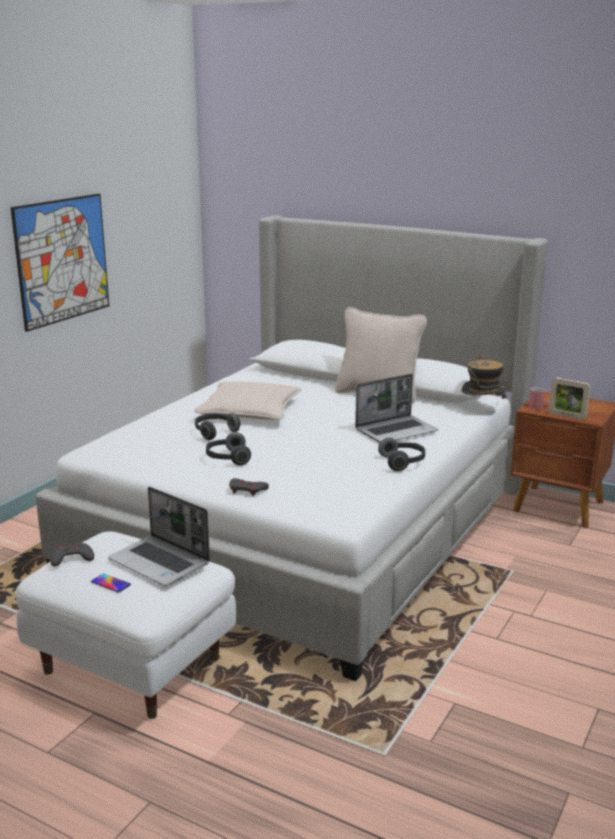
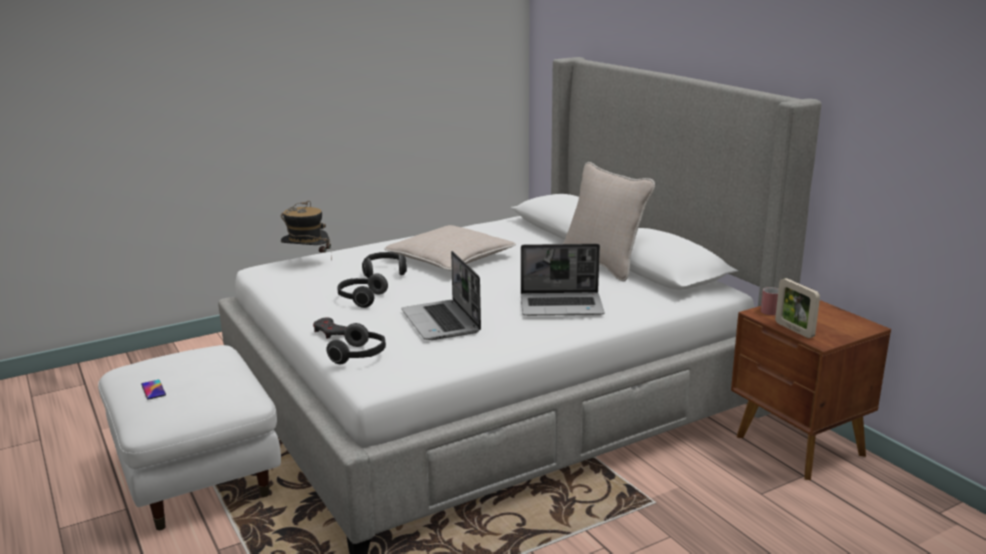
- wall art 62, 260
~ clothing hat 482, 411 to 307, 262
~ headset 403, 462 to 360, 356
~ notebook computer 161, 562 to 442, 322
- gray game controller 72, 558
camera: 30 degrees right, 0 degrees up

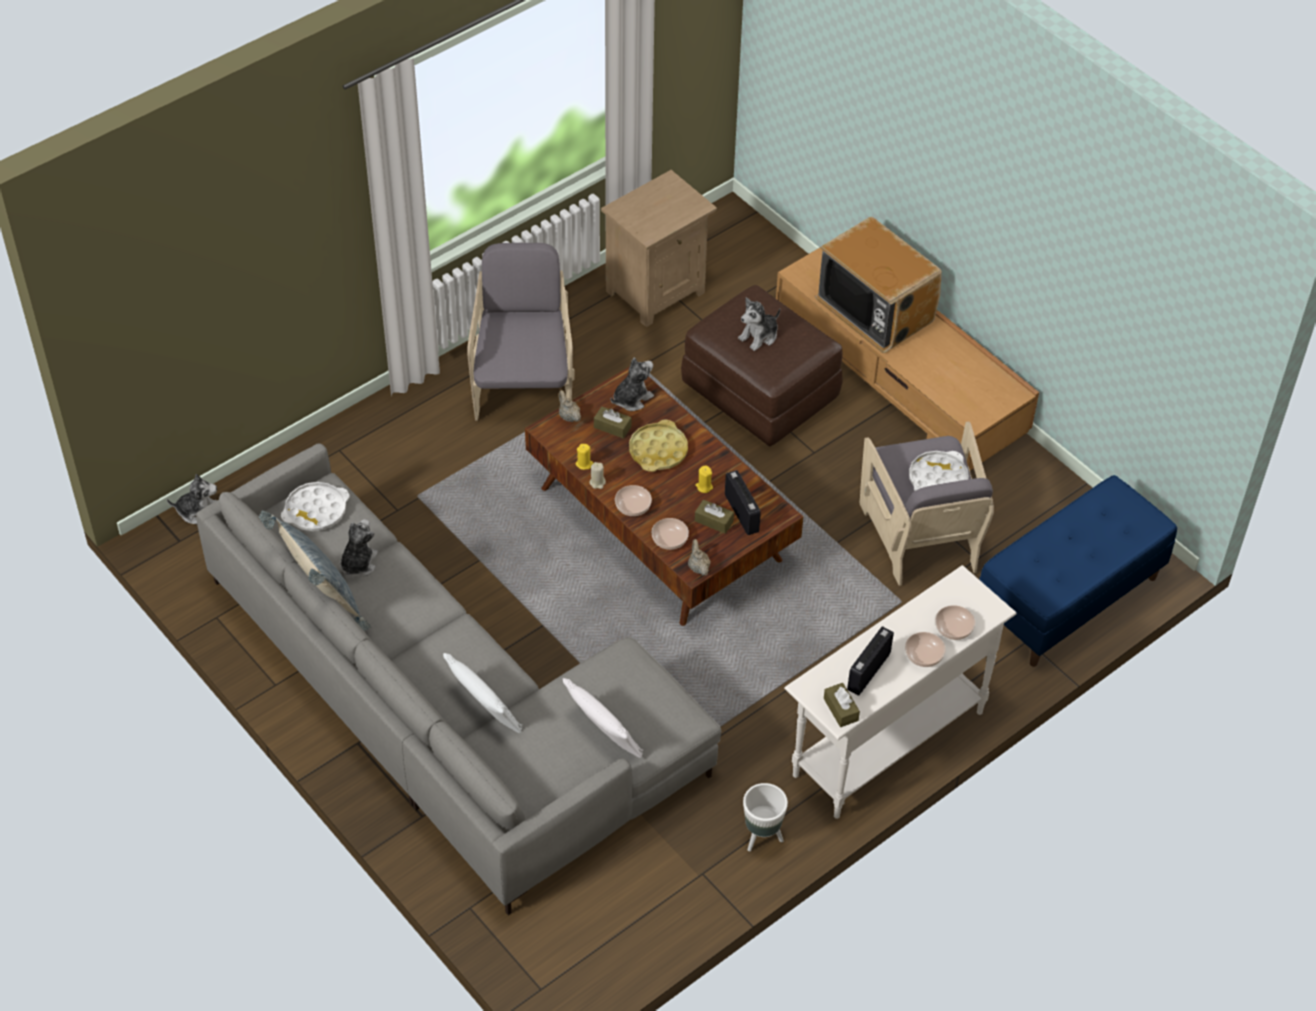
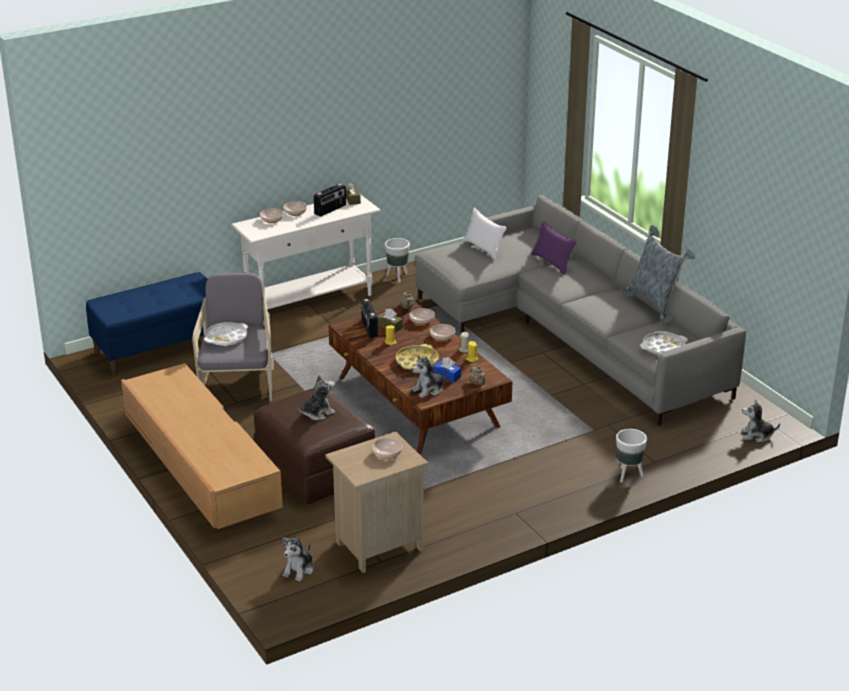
- television 875, 309
- gray easy chair 523, 383
~ brownish tissue holder 612, 427 to blue tissue holder 447, 376
~ cuddly toy 358, 564 to 299, 570
~ white-coloured cushion 483, 709 to purple cushion 552, 263
+ white-coloured plant pot 628, 475
+ serving bowl 387, 454
camera: 170 degrees left, 20 degrees down

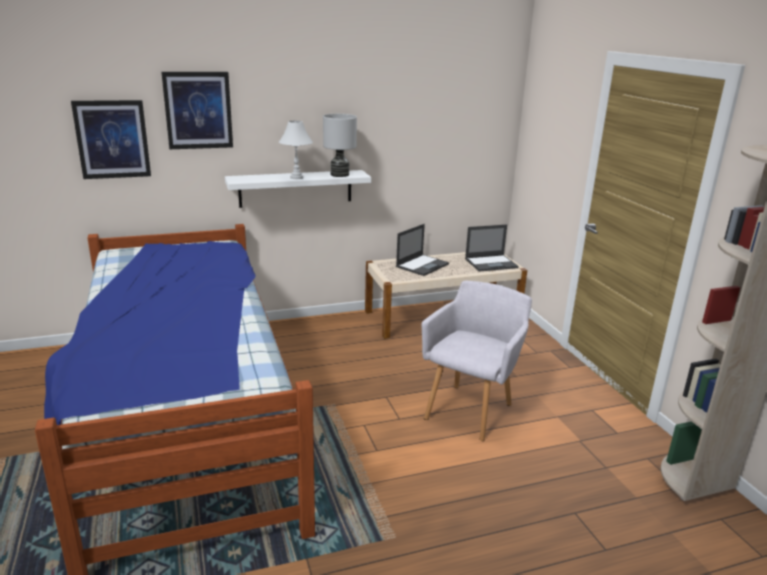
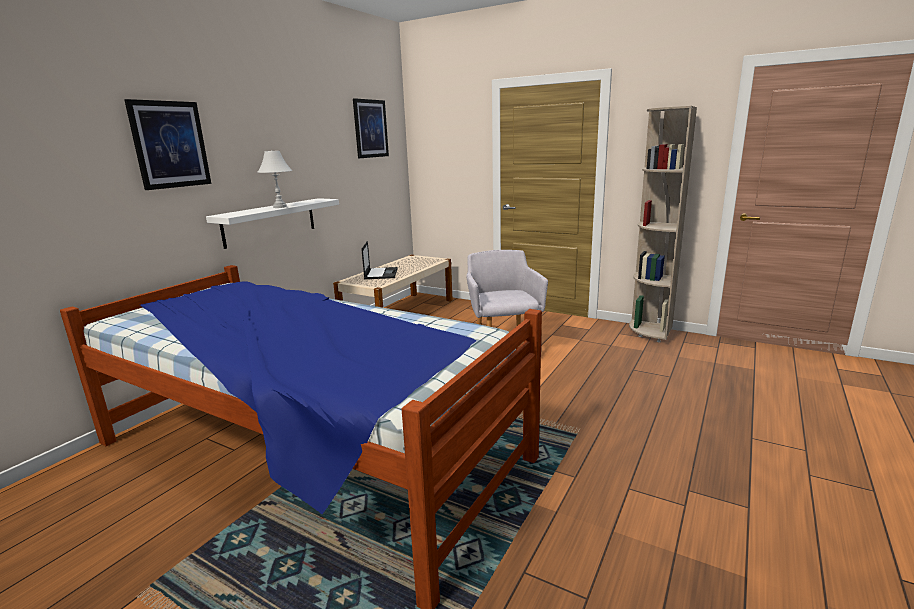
~ wall art 112, 139 to 370, 128
- gray table lamp 339, 175
- notebook computer 491, 263
camera: 40 degrees left, 5 degrees down

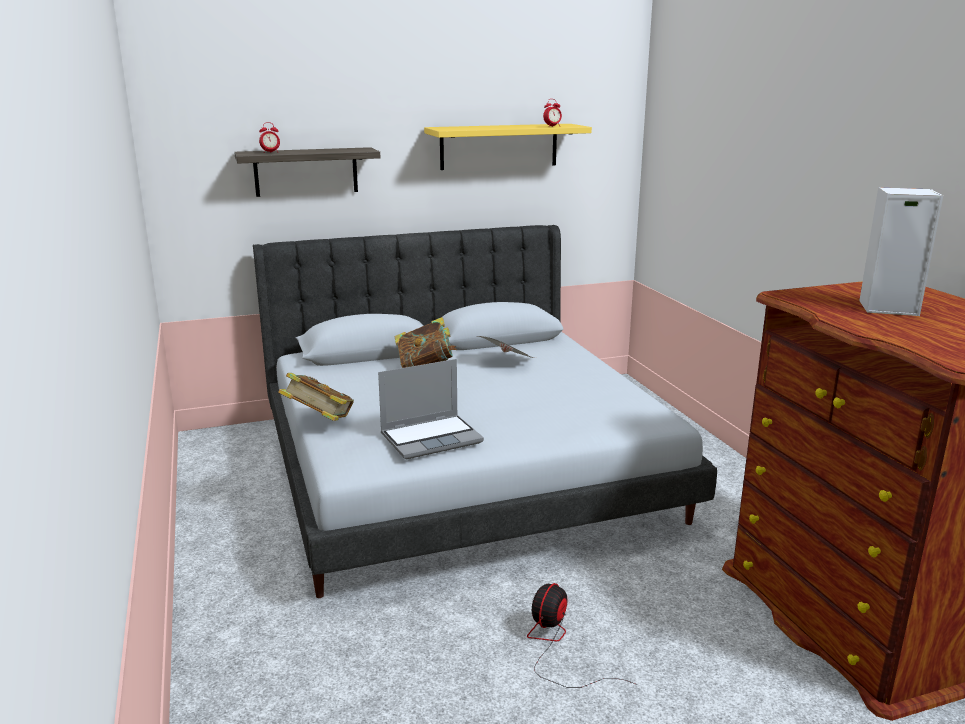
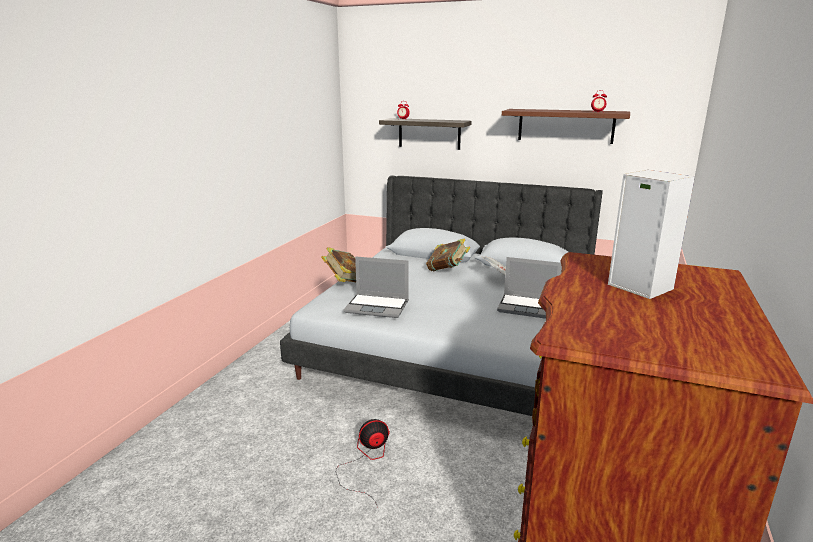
~ yellow shelf 499, 146 to brownish shelf 565, 126
+ notebook computer 529, 307
camera: 40 degrees right, 0 degrees up

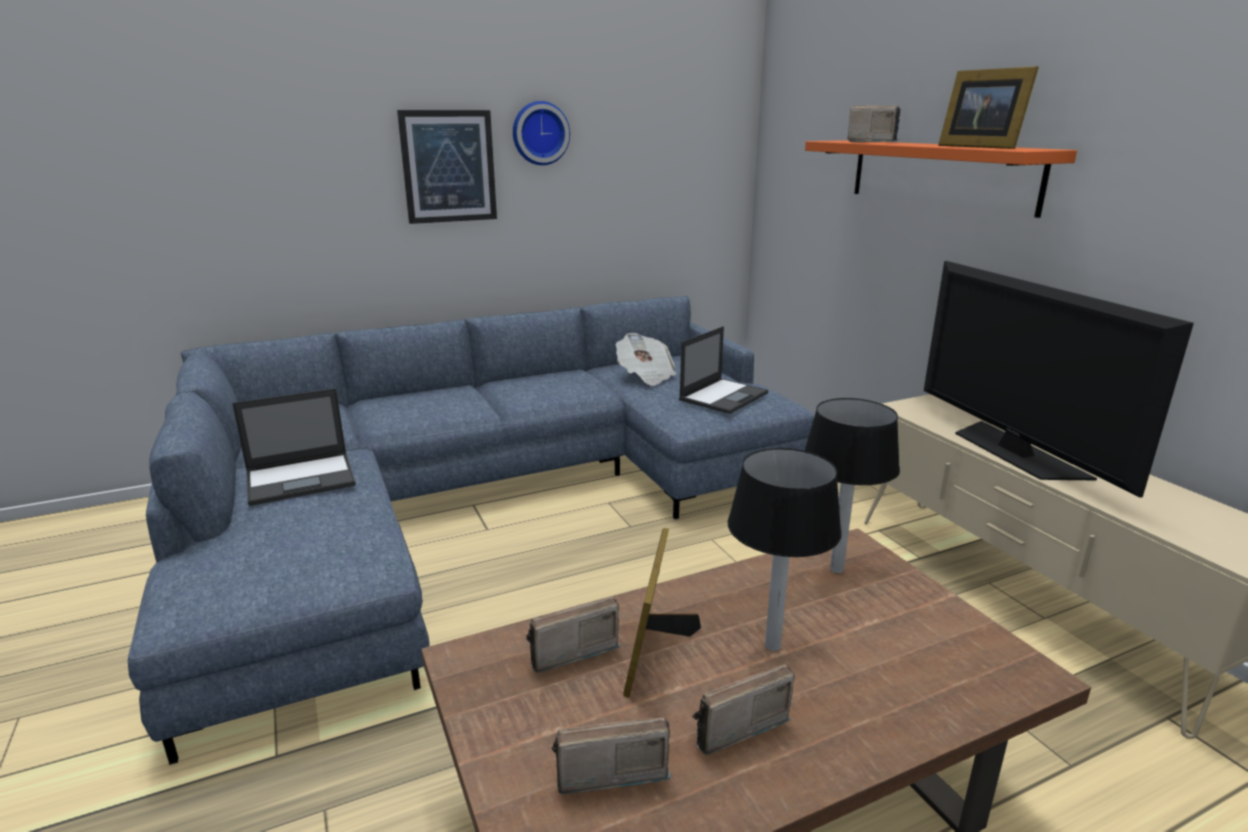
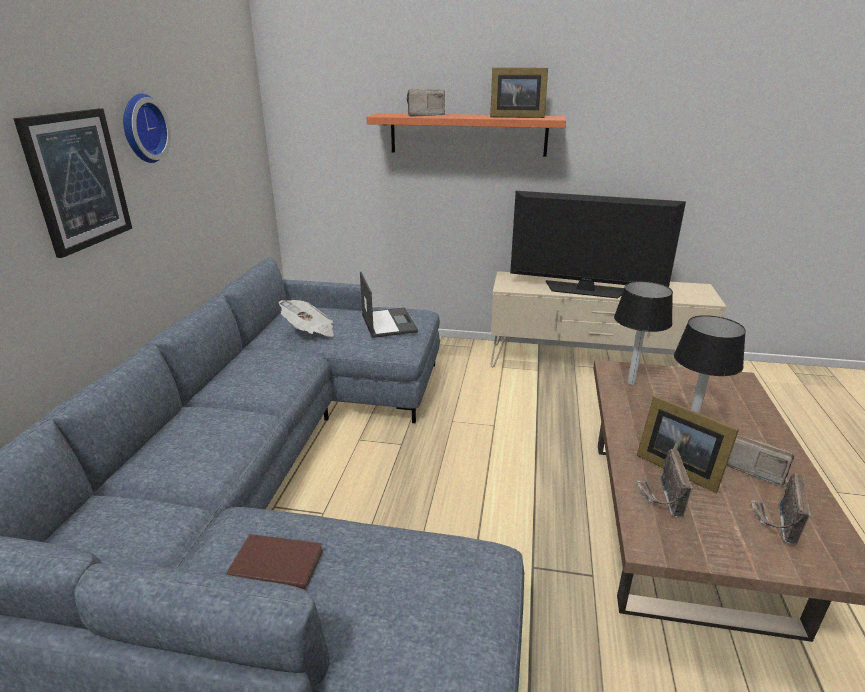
~ notebook computer 302, 478 to brownish book 276, 562
~ radio receiver 731, 725 = 752, 468 120 degrees clockwise
camera: 55 degrees left, 5 degrees up

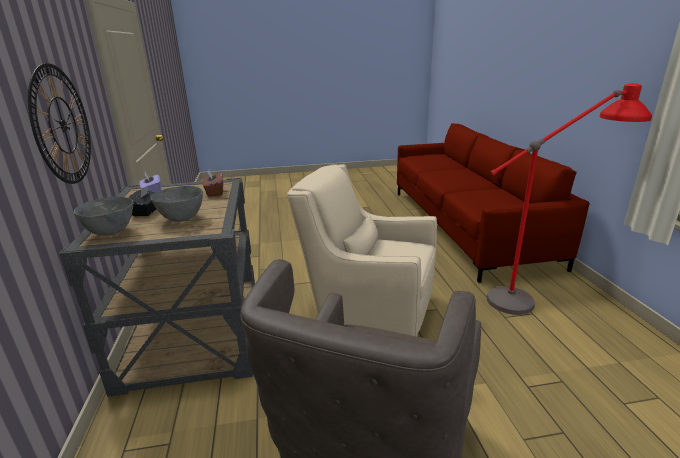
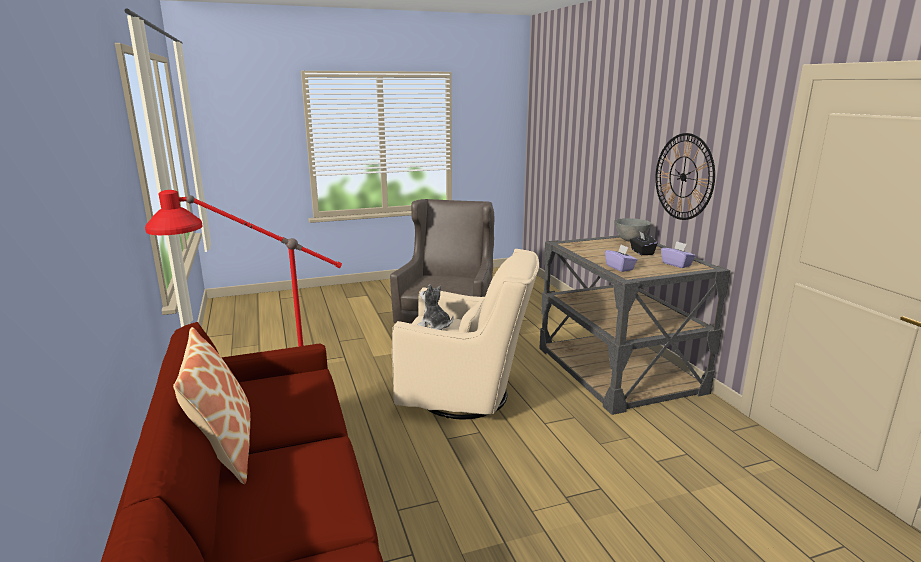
~ brownish tissue holder 214, 192 to purple tissue holder 619, 268
- gray serving bowl 182, 218
+ cuddly toy 435, 326
+ cushion 224, 449
camera: 170 degrees right, 5 degrees down

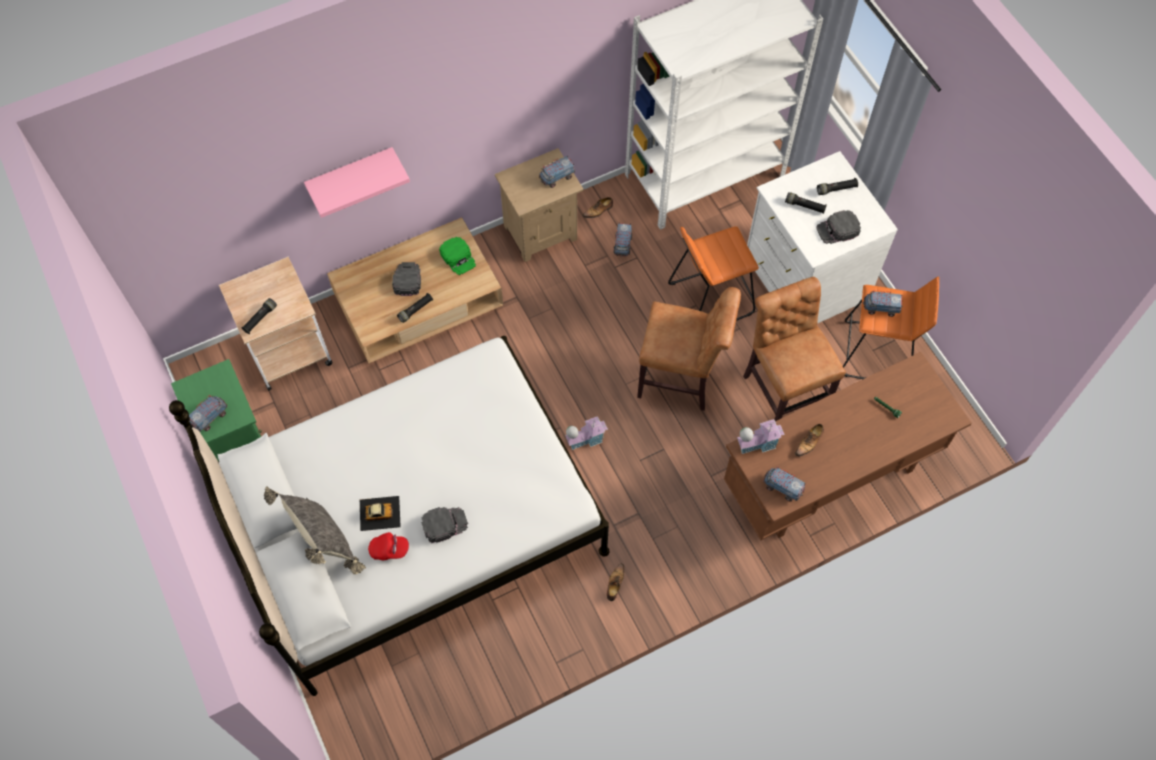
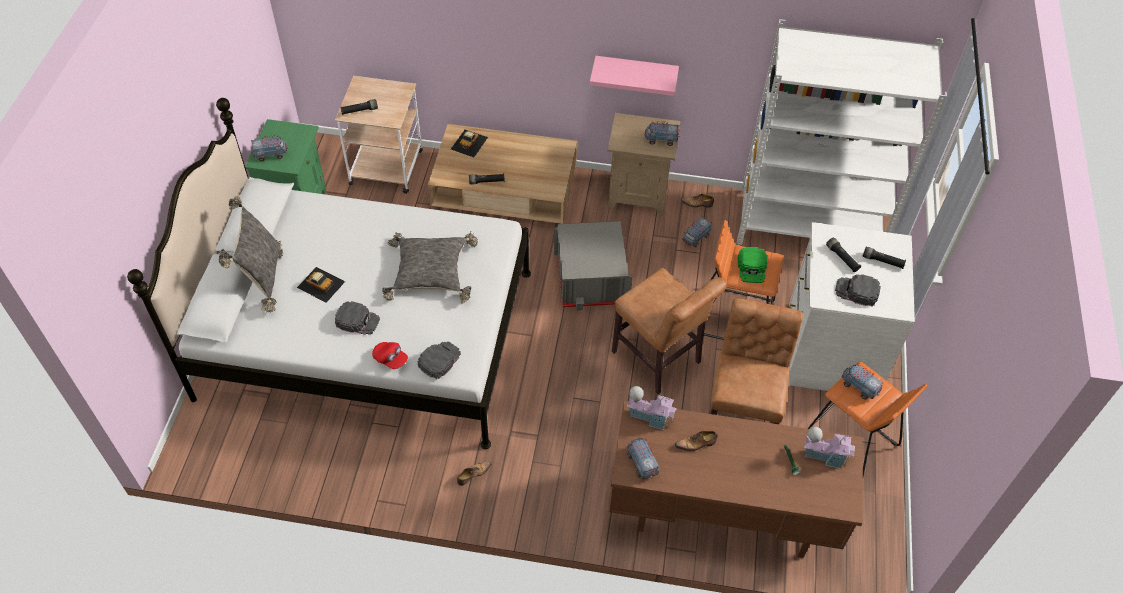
~ pink-coloured shelf 351, 174 to 635, 72
~ green cap 458, 258 to 752, 267
~ blackish cap 407, 279 to 439, 360
~ model house 586, 439 to 825, 456
~ red cap 389, 550 to 390, 359
+ model car 469, 143
+ gray storage box 591, 279
+ cushion 431, 271
camera: 35 degrees right, 10 degrees down

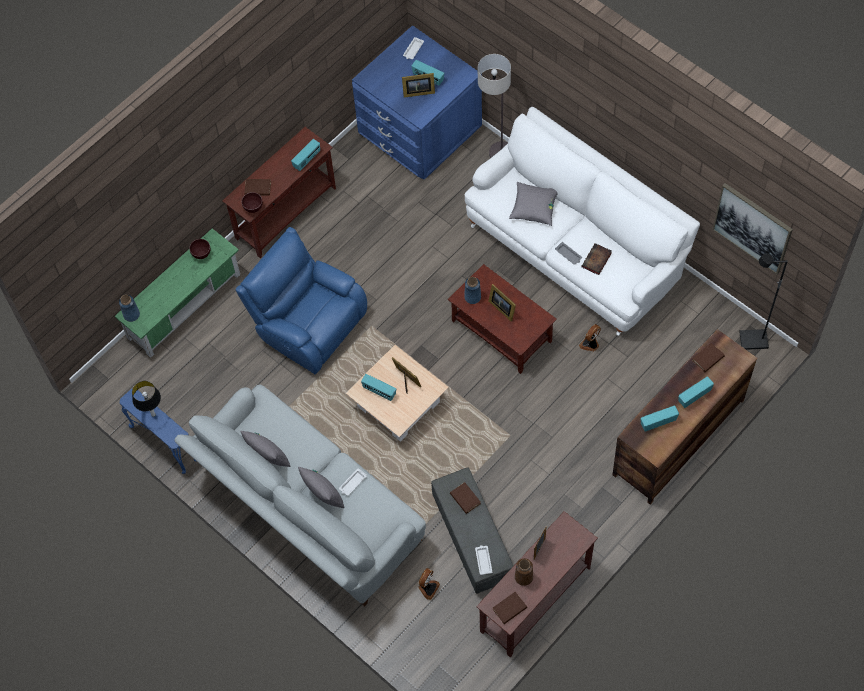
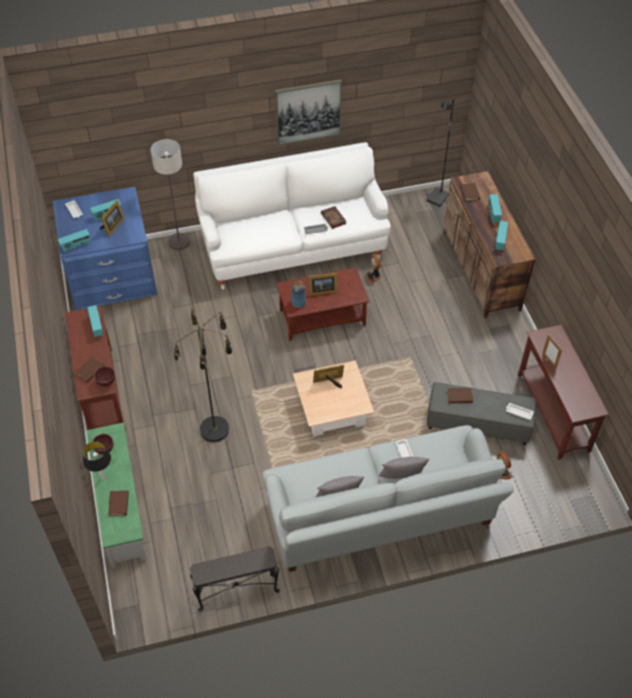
- gray cushion 534, 208
~ wall art 752, 228 to 308, 111
~ blue easy chair 309, 325 to standard lamp 215, 430
- blue decorative vase 131, 315
~ radio receiver 379, 391 to 76, 246
~ table lamp 153, 414 to 103, 478
~ blue side table 164, 443 to blackish side table 237, 592
- brownish decorative vase 524, 577
~ brownish book 509, 608 to 119, 504
camera: 60 degrees left, 10 degrees down

